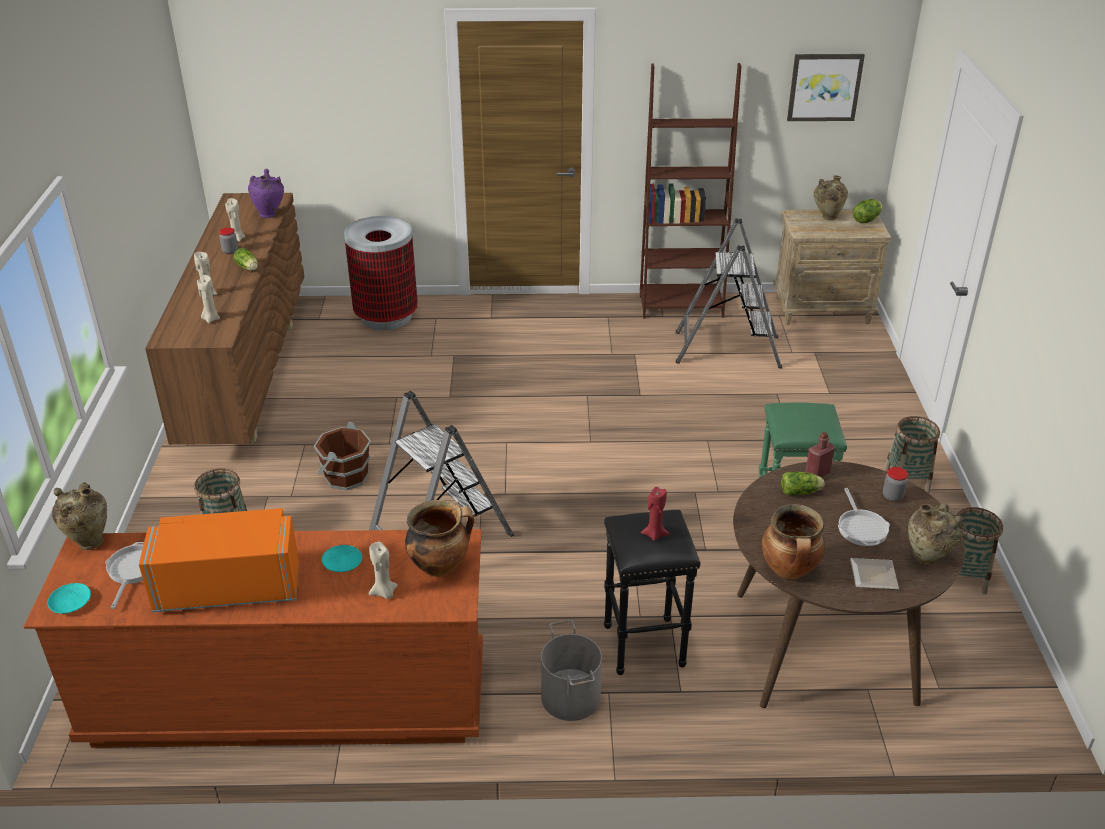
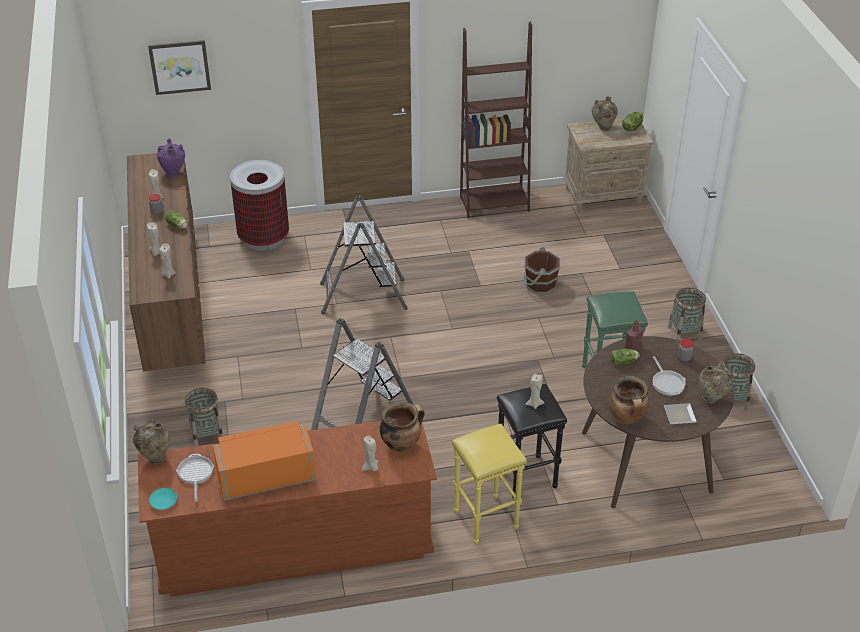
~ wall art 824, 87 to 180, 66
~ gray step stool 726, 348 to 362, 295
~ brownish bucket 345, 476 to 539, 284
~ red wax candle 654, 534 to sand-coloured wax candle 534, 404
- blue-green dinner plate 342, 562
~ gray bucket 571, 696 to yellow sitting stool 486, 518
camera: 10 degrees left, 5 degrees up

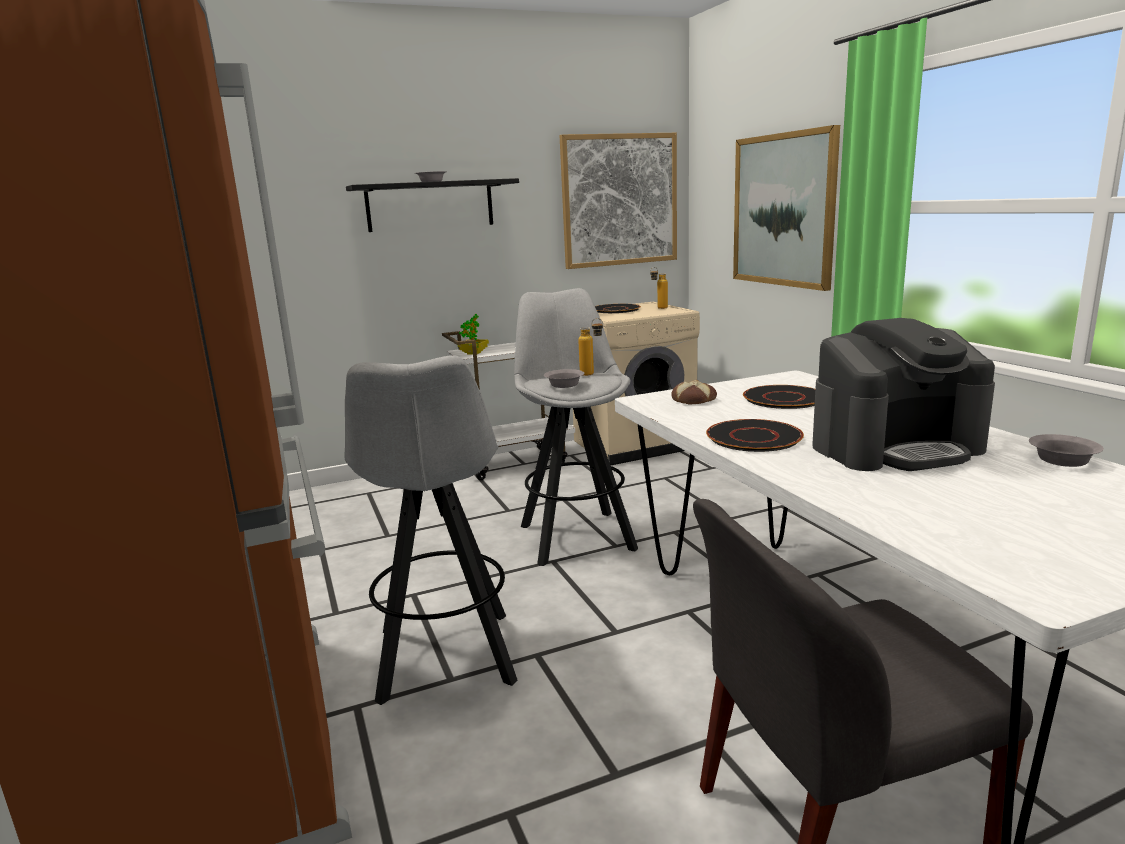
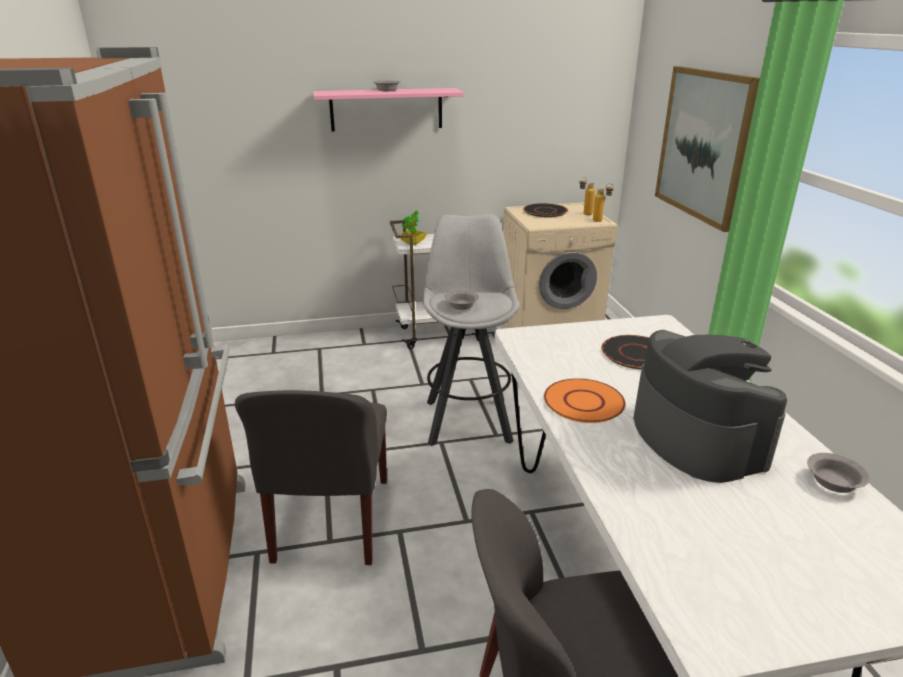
- wall art 619, 200
~ blackish shelf 430, 205 to pink-coloured shelf 386, 109
~ bottle 592, 374 to 601, 221
~ coffee brewer 895, 447 = 696, 437 105 degrees counterclockwise
~ gray sitting stool 445, 659 to gray plain chair 331, 522
- bread 694, 400
~ blackish dinner plate 754, 437 to orange-coloured dinner plate 583, 402
camera: 10 degrees right, 10 degrees up

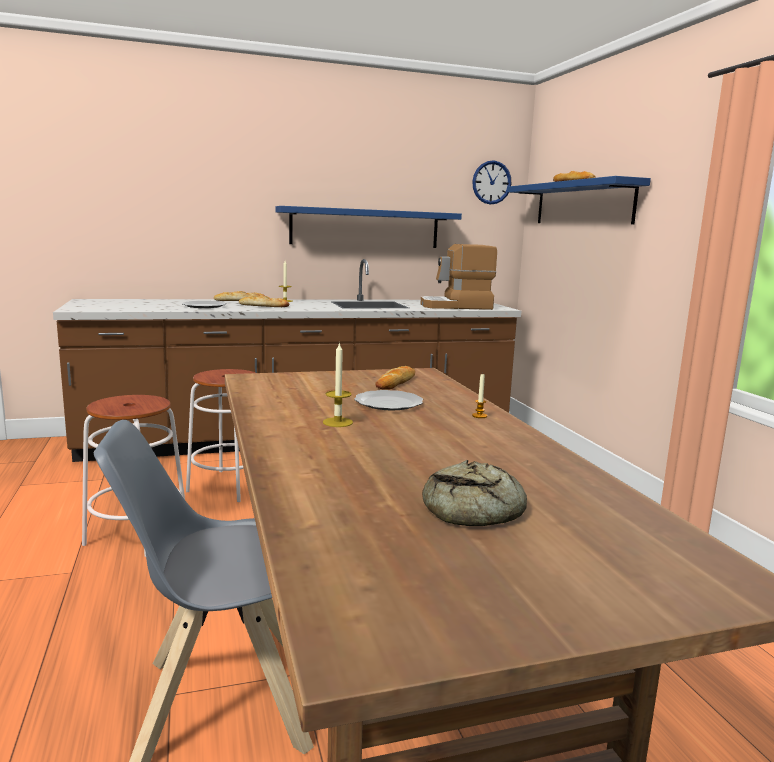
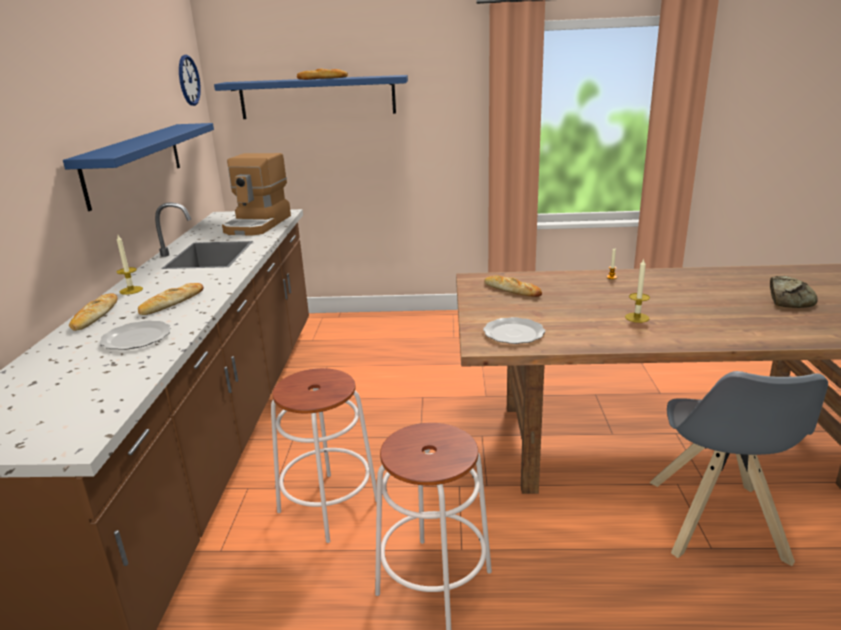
~ dinner plate 388, 403 to 514, 333
camera: 70 degrees left, 10 degrees up

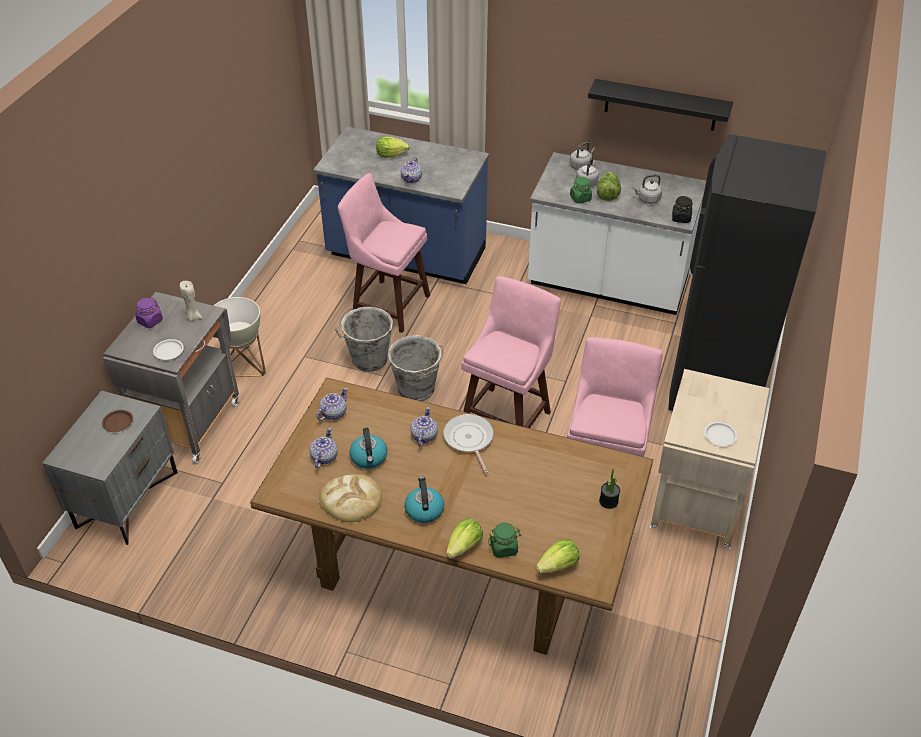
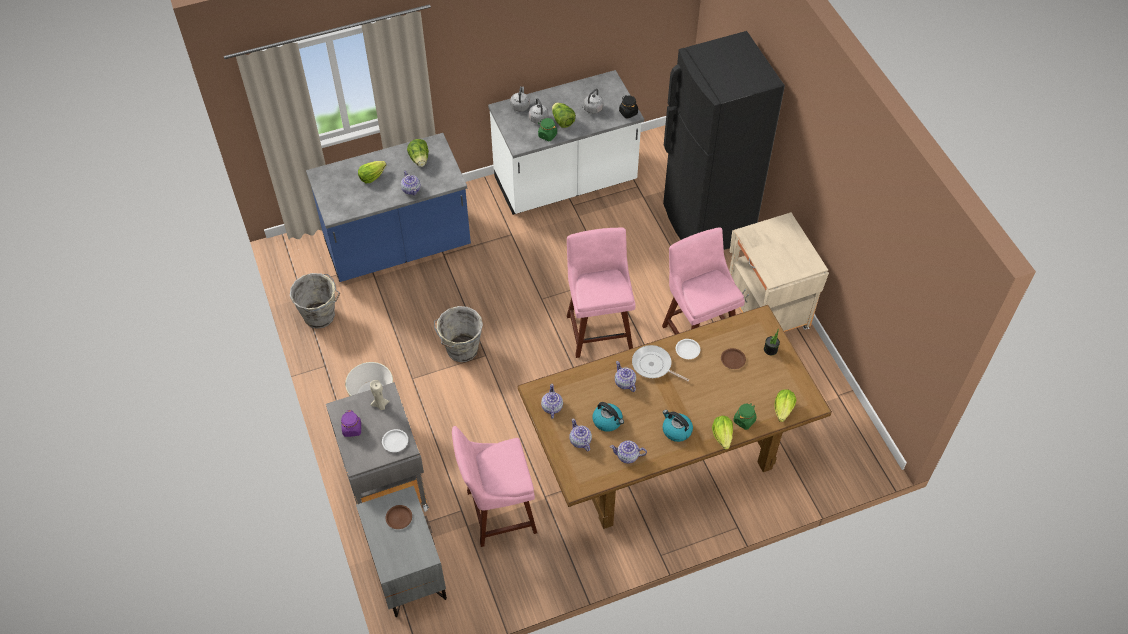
- blackish shelf 660, 105
~ pink-coloured plain chair 387, 304 to 497, 512
~ gray bucket 417, 390 to 320, 316
~ white-coloured dinner plate 720, 436 to 687, 350
~ bread 351, 500 to pot for tea 628, 456
+ lettuce 420, 160
+ brownish dinner plate 733, 360
camera: 40 degrees left, 10 degrees up

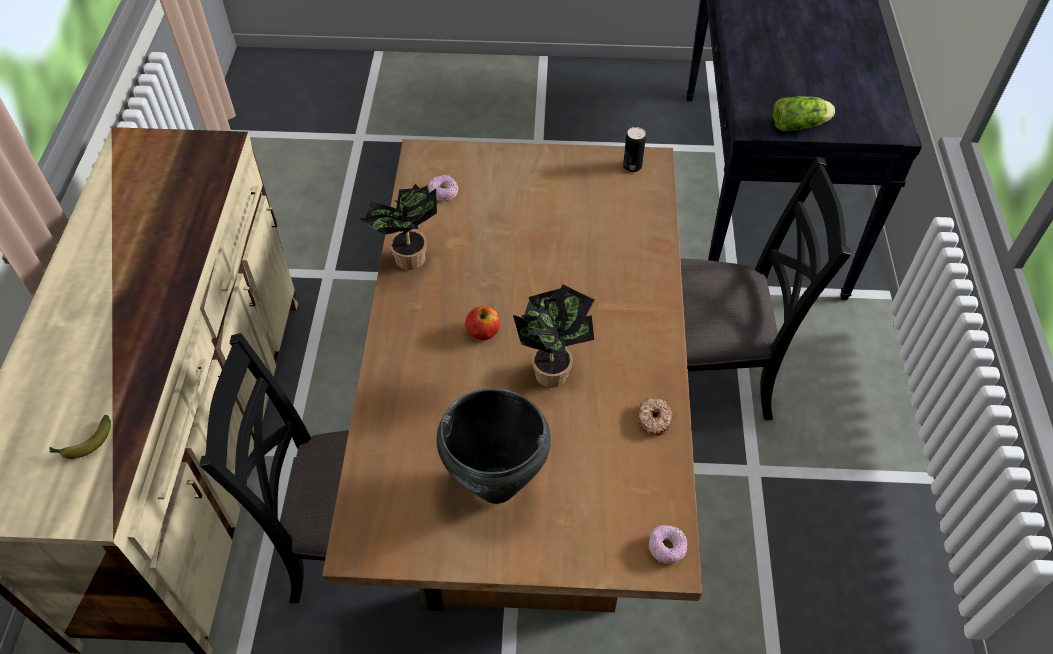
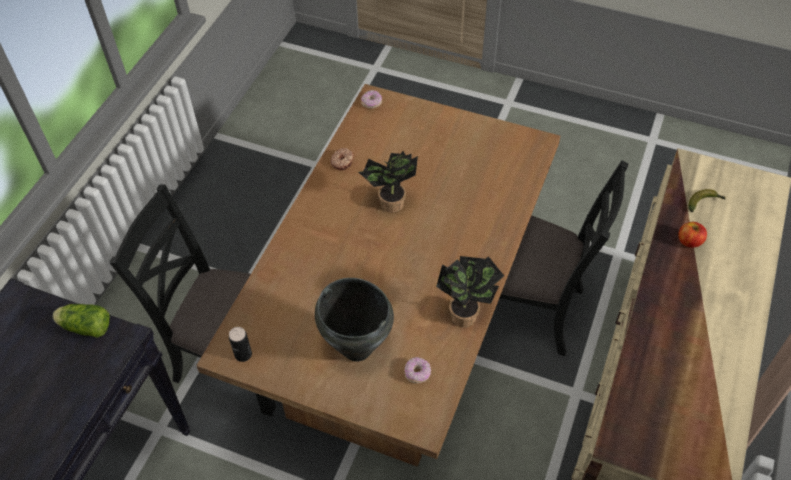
~ whole apple 483, 332 to 689, 241
~ blackish cooking pot 497, 486 to 357, 348
camera: 160 degrees left, 0 degrees up

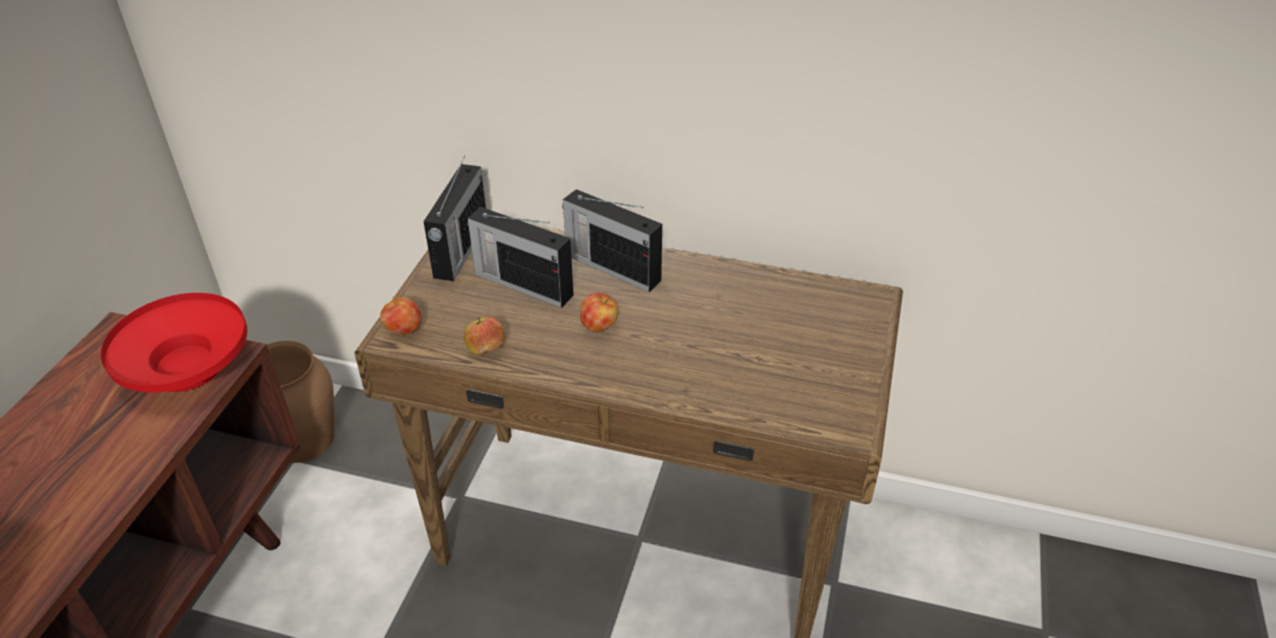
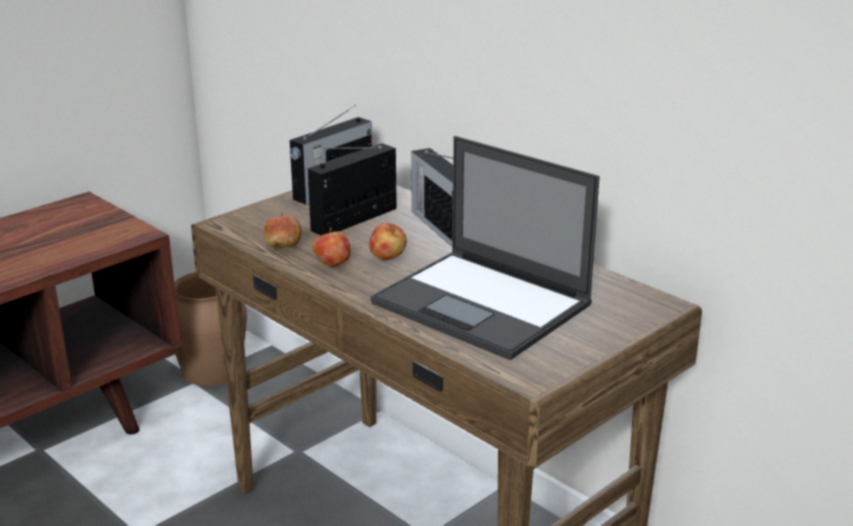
~ radio receiver 522, 284 = 356, 219 75 degrees clockwise
- red serving bowl 186, 367
~ whole apple 403, 330 to 332, 264
+ notebook computer 483, 305
camera: 30 degrees right, 15 degrees down

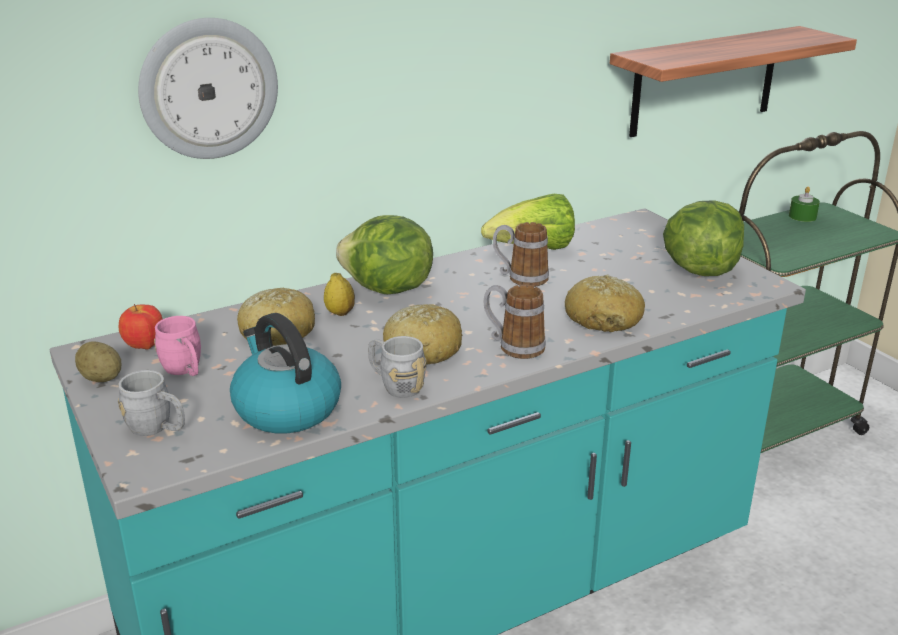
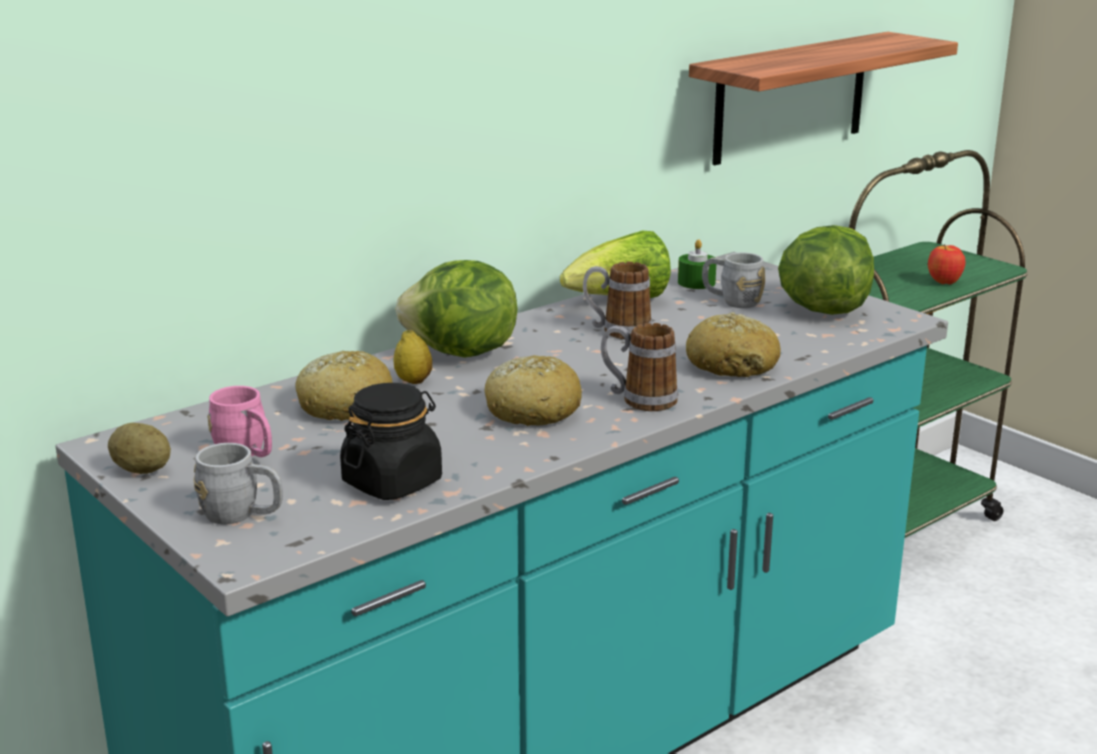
- wall clock 208, 89
~ green wax candle 802, 216 to 696, 282
~ whole apple 144, 346 to 944, 283
~ water kettle 285, 408 to blackish storage jar 392, 482
~ gray coffee mug 395, 385 to 731, 301
camera: 10 degrees left, 5 degrees down

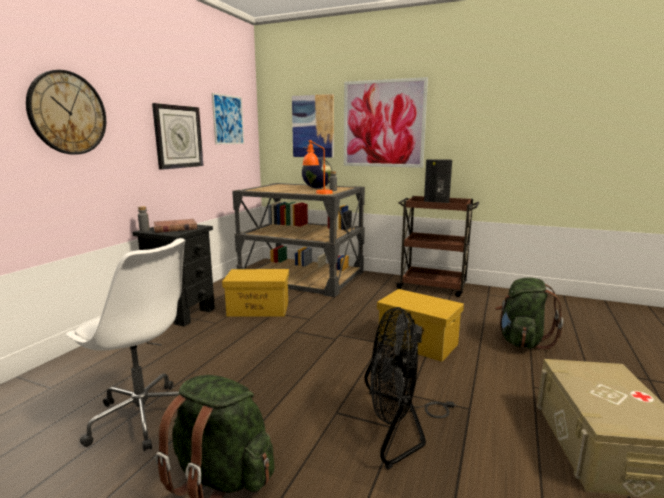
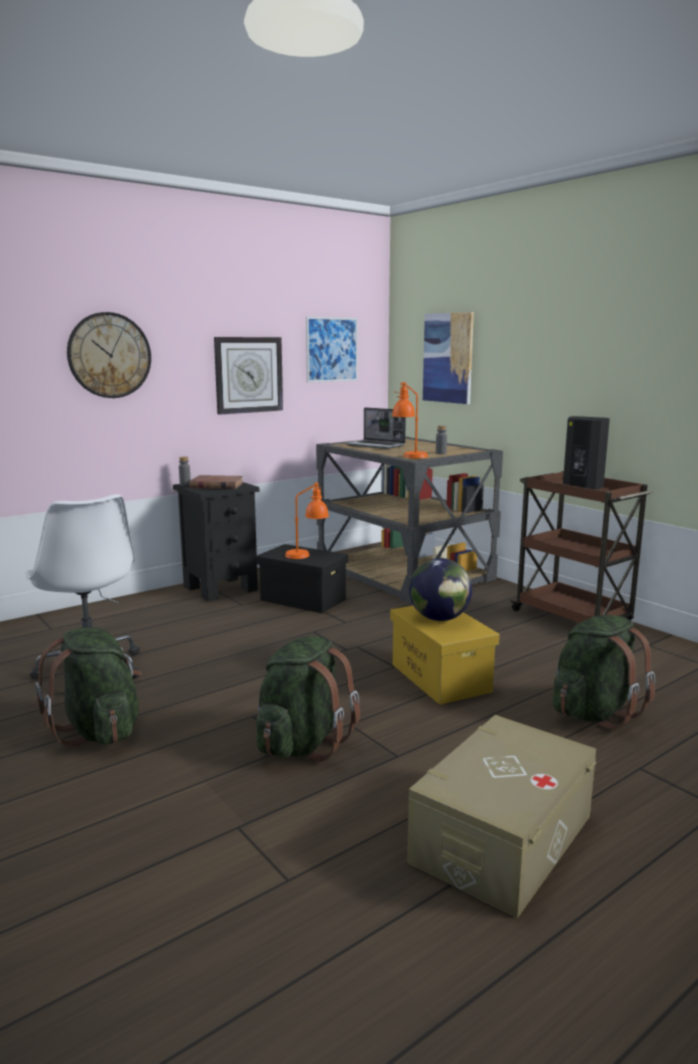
- wall art 383, 124
~ desk globe 317, 188 to 439, 618
~ yellow storage box 259, 309 to blackish storage box 304, 599
~ blackish cooling fan 400, 422 to green rucksack 303, 743
+ notebook computer 376, 445
+ orange-coloured table lamp 307, 554
camera: 30 degrees right, 0 degrees up

